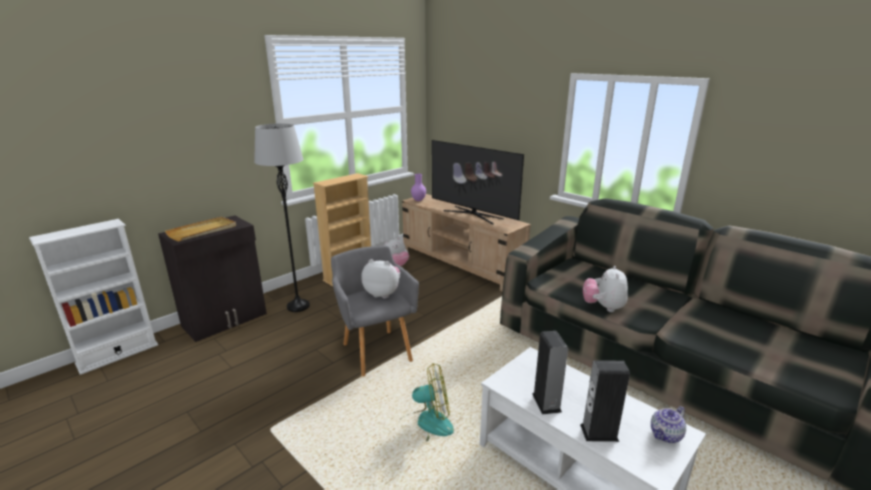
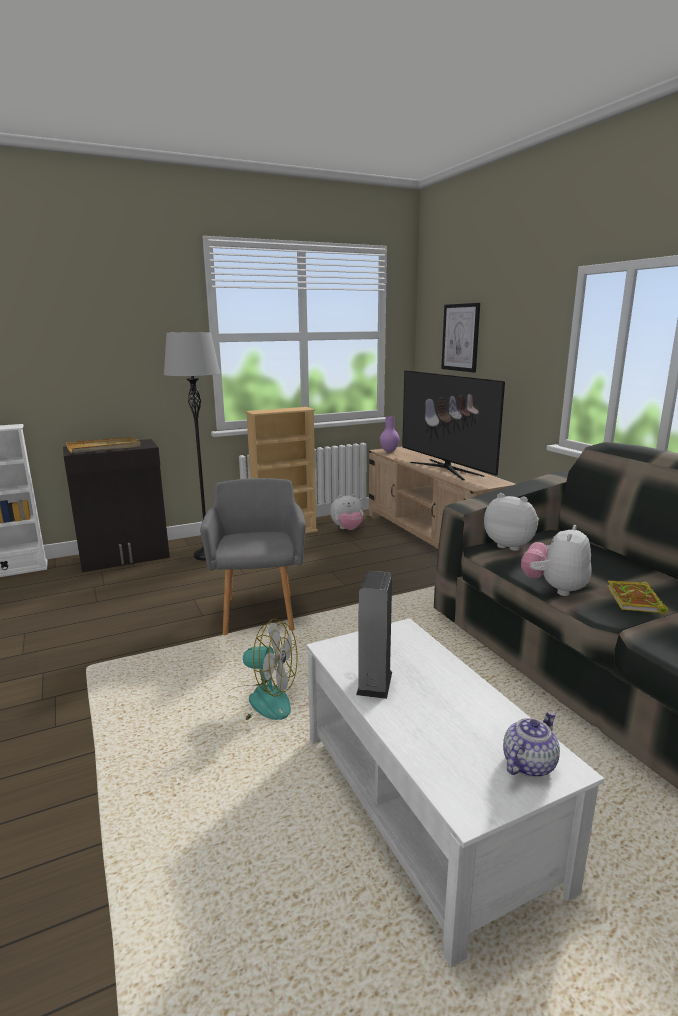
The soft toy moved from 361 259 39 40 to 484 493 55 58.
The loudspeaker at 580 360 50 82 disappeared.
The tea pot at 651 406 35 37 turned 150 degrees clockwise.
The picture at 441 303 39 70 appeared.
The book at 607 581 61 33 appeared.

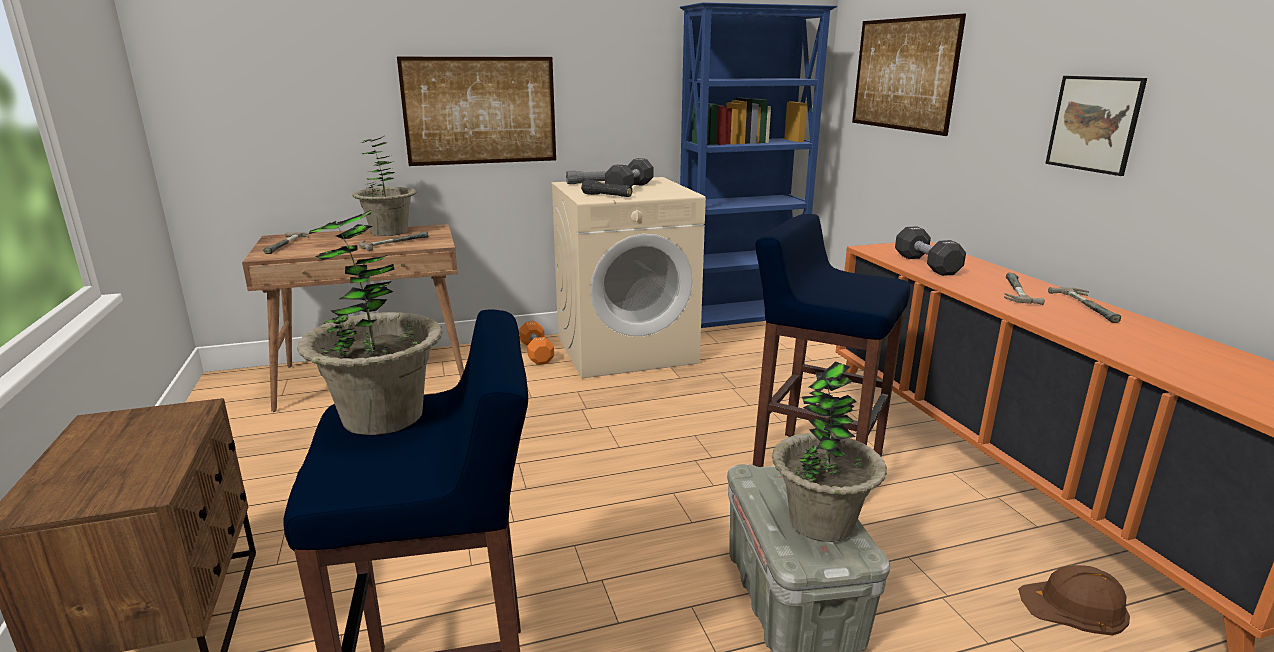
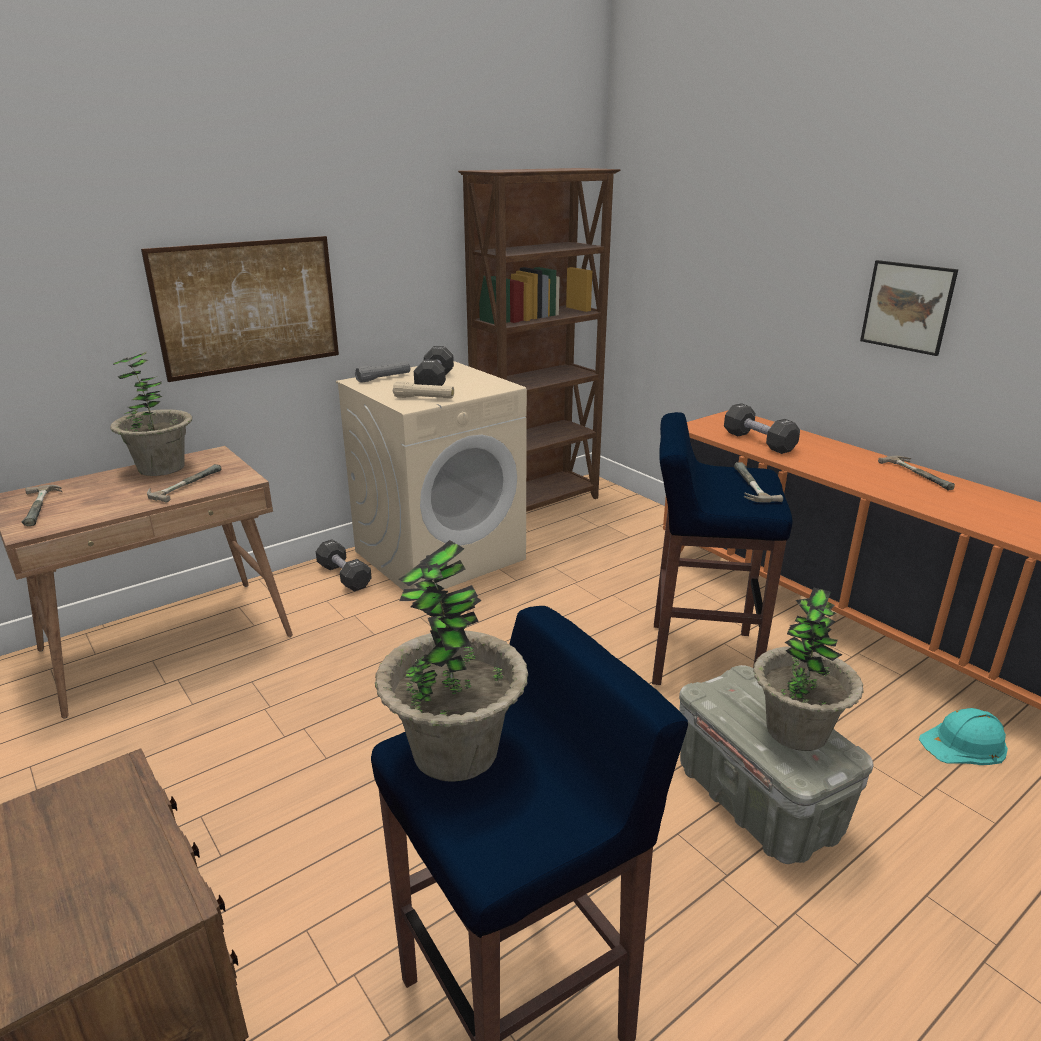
The bookshelf (blue) at 680 2 157 326 became the bookshelf (brown-coloured) at 458 168 162 344.
The picture at 852 13 114 123 disappeared.
The flashlight (blackish) at 581 180 51 17 became the flashlight (beige) at 393 381 61 18.
The hammer moved from 1004 273 41 32 to 734 462 49 40.
The free weight (orange) at 519 321 35 44 became the free weight (blackish) at 316 539 56 52.
The safety helmet (brown-coloured) at 1018 565 112 71 became the safety helmet (turquoise) at 919 708 89 57.

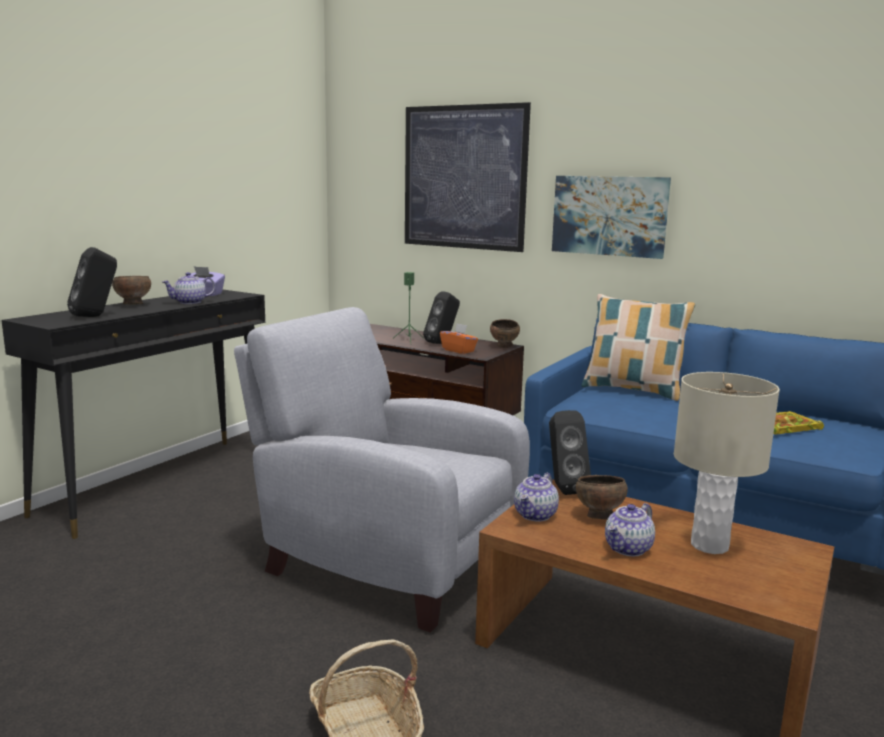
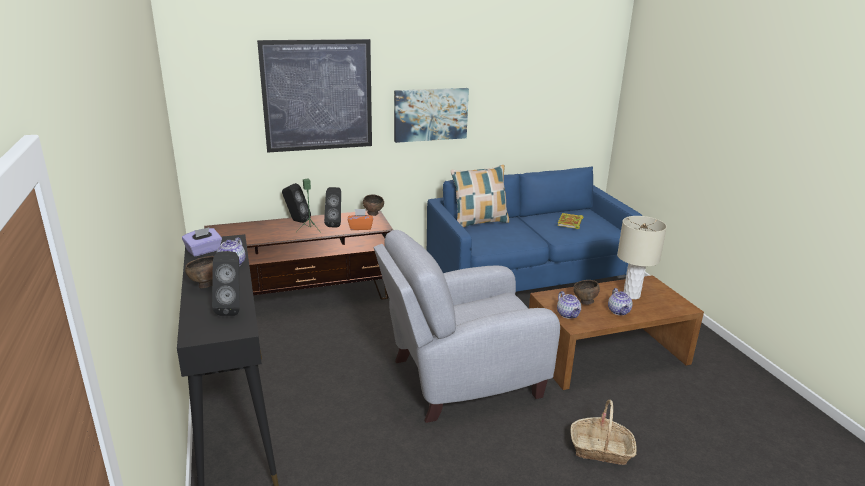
The loudspeaker (blackish) moved from 549 410 42 85 to 282 183 29 40.

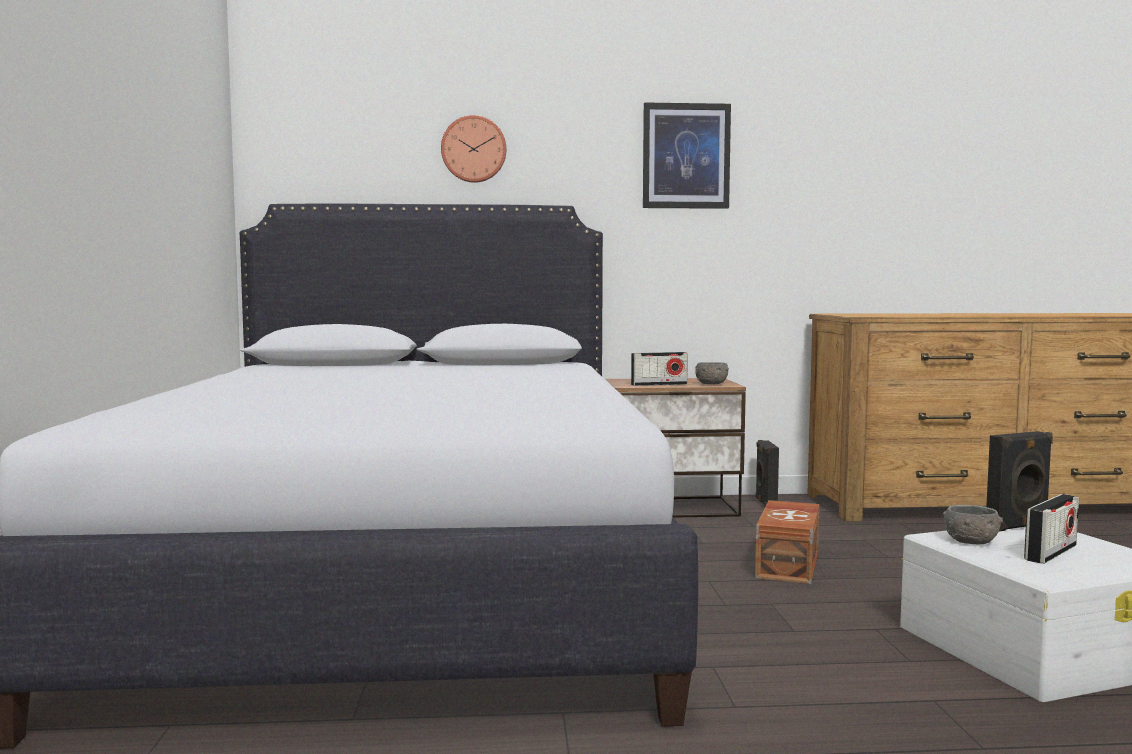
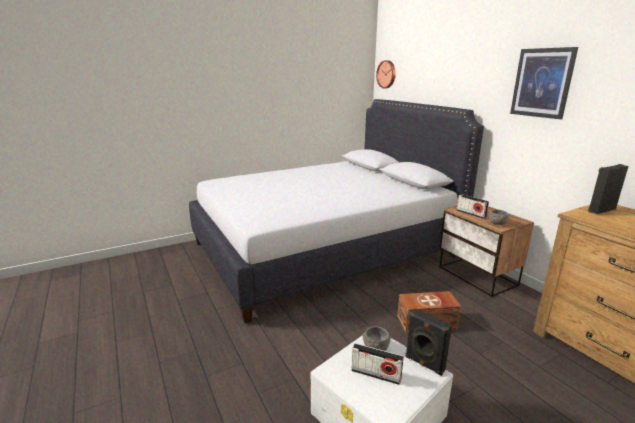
The hanging clock moved from 441 115 65 68 to 376 60 20 28.
The loudspeaker (blackish) moved from 755 440 24 67 to 588 164 40 50.

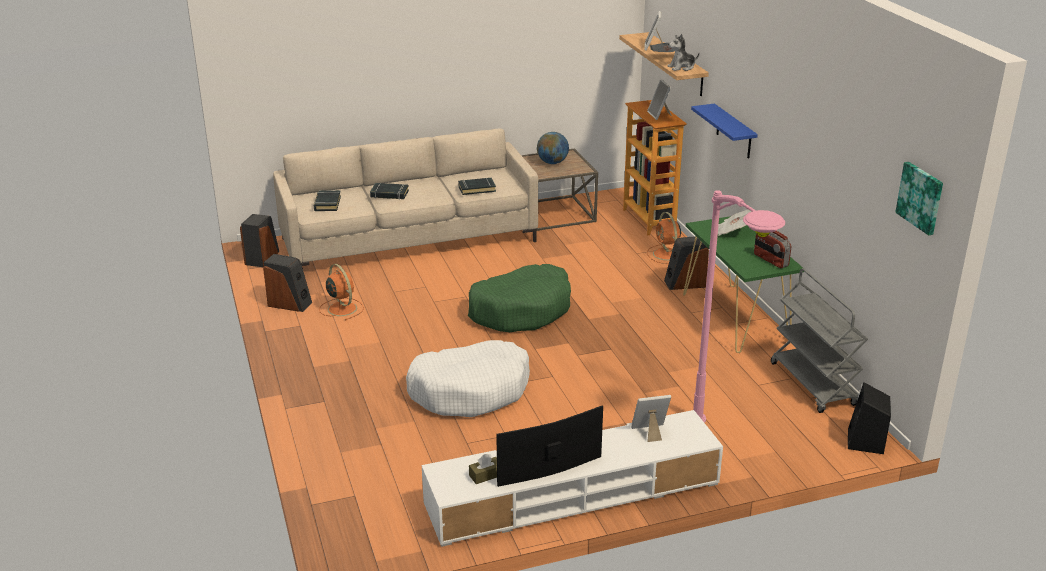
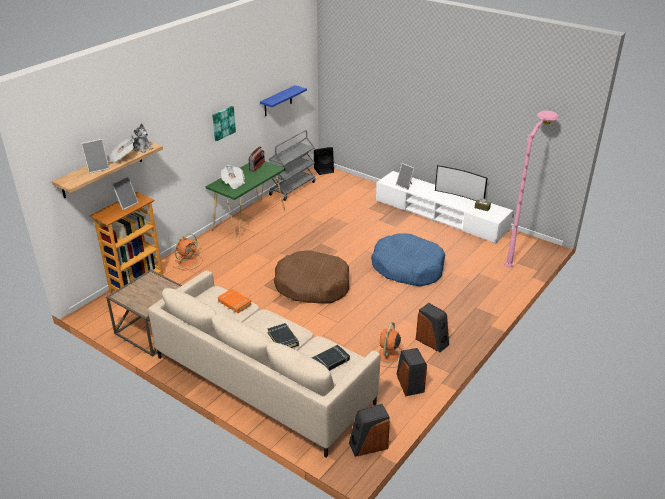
The bracket shelf (blue) moved from 691 104 67 55 to 260 85 47 31.
The desk globe at 537 132 32 32 disappeared.
The picture moved from 895 162 48 73 to 212 106 24 35.
The book (blackish) at 458 178 38 17 became the book (orange) at 218 289 34 24.
The standard lamp (pinkish) moved from 693 190 92 233 to 504 111 55 156.
The loudspeaker moved from 664 236 45 54 to 416 303 33 49.
The pet bed (green) at 468 264 103 68 became the pet bed (brown-coloured) at 274 250 75 54.
The pet bed (white) at 406 340 124 77 became the pet bed (blue) at 371 233 74 54.

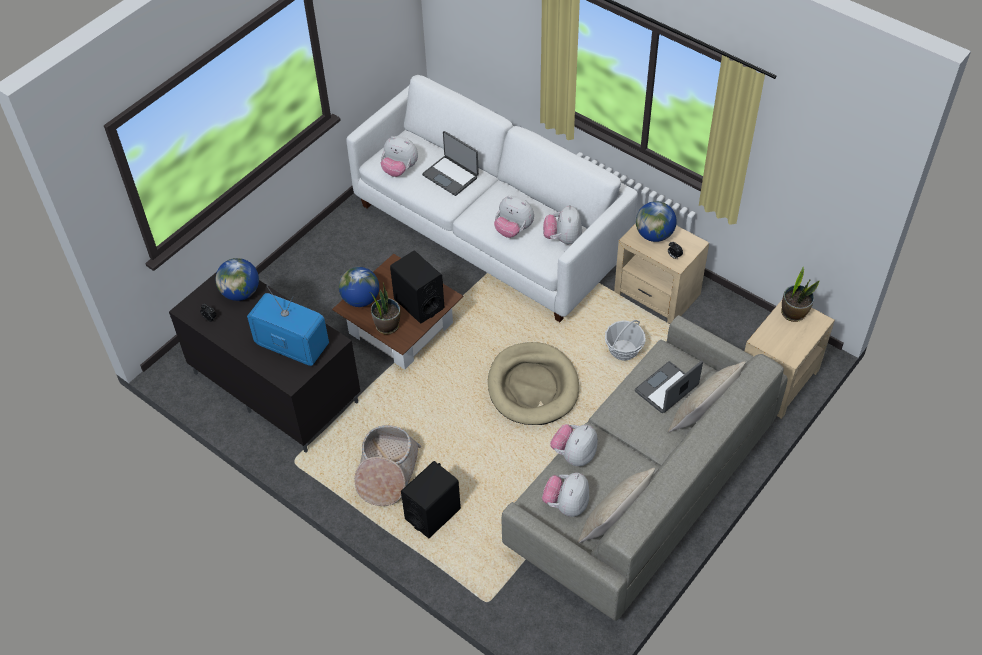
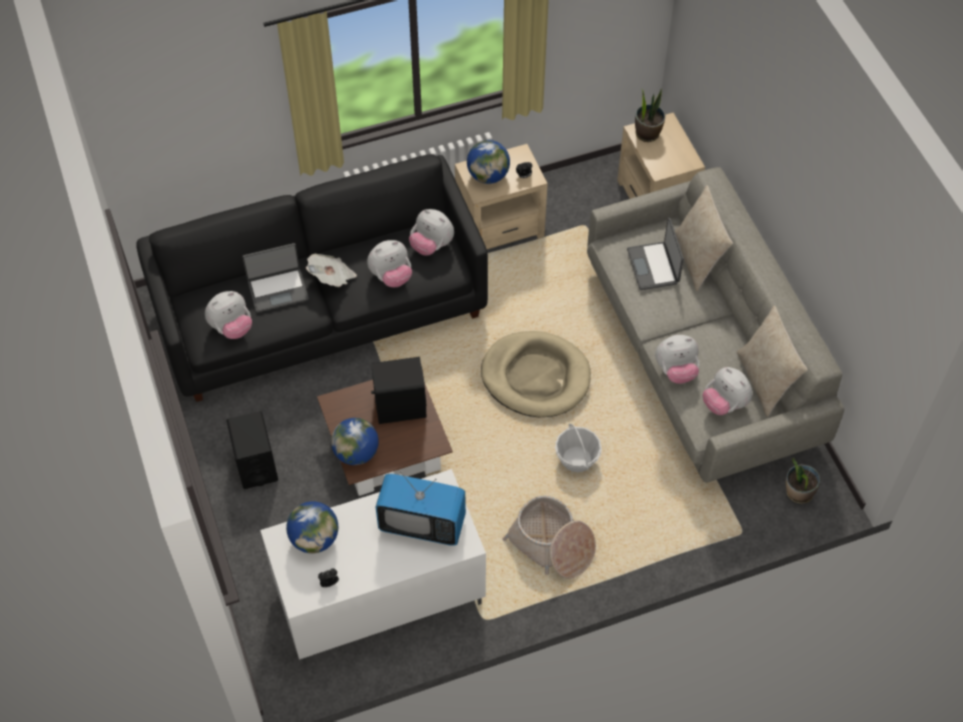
The couch (white) at 347 75 291 247 became the couch (blackish) at 136 154 352 248.
The tv stand (blackish) at 169 272 191 181 became the tv stand (white) at 260 469 226 195.
The houseplant moved from 370 283 30 51 to 786 458 34 46.
The television at 247 286 82 80 turned 135 degrees counterclockwise.
The basket moved from 605 320 41 41 to 555 423 47 49.
The soft toy at 550 424 48 42 turned 75 degrees counterclockwise.
The loudspeaker (blackish) moved from 401 461 60 77 to 226 411 52 78.
The printed paper at 306 254 51 33 appeared.

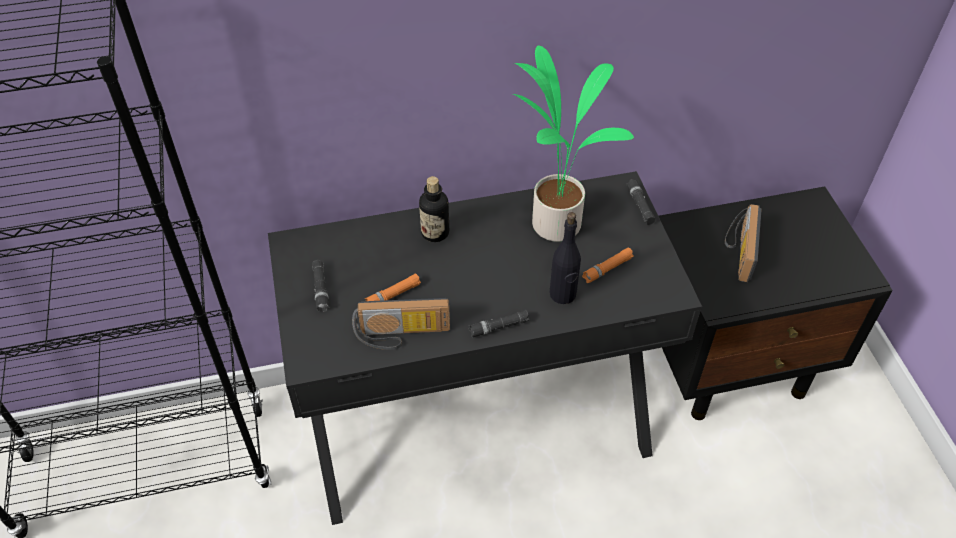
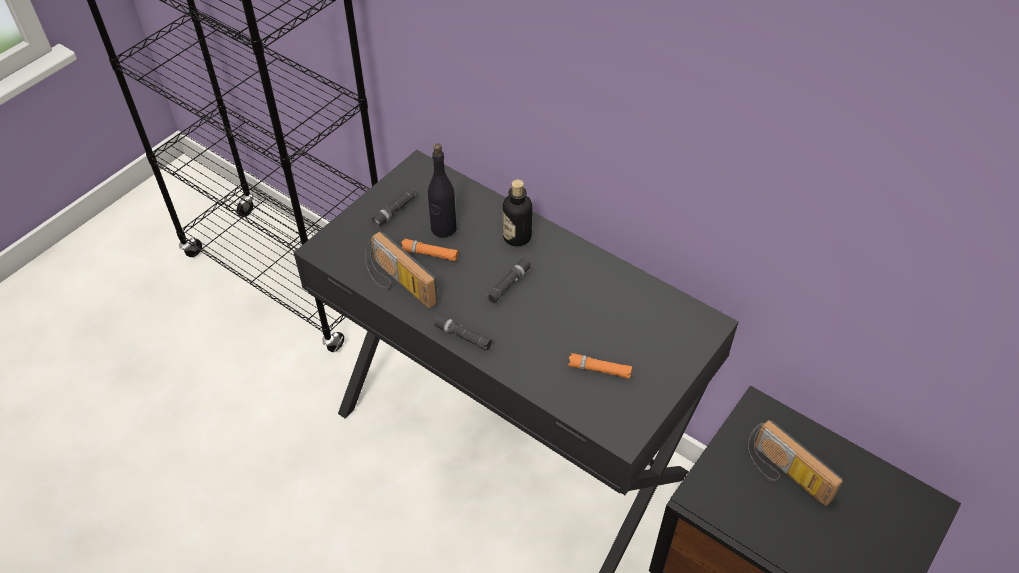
The houseplant at 513 45 121 197 disappeared.
The flashlight (blackish) moved from 627 179 28 46 to 487 258 44 45.
The radio at 725 204 37 78 turned 105 degrees counterclockwise.
The beverage bottle (blackish) moved from 549 212 32 92 to 428 144 29 94.

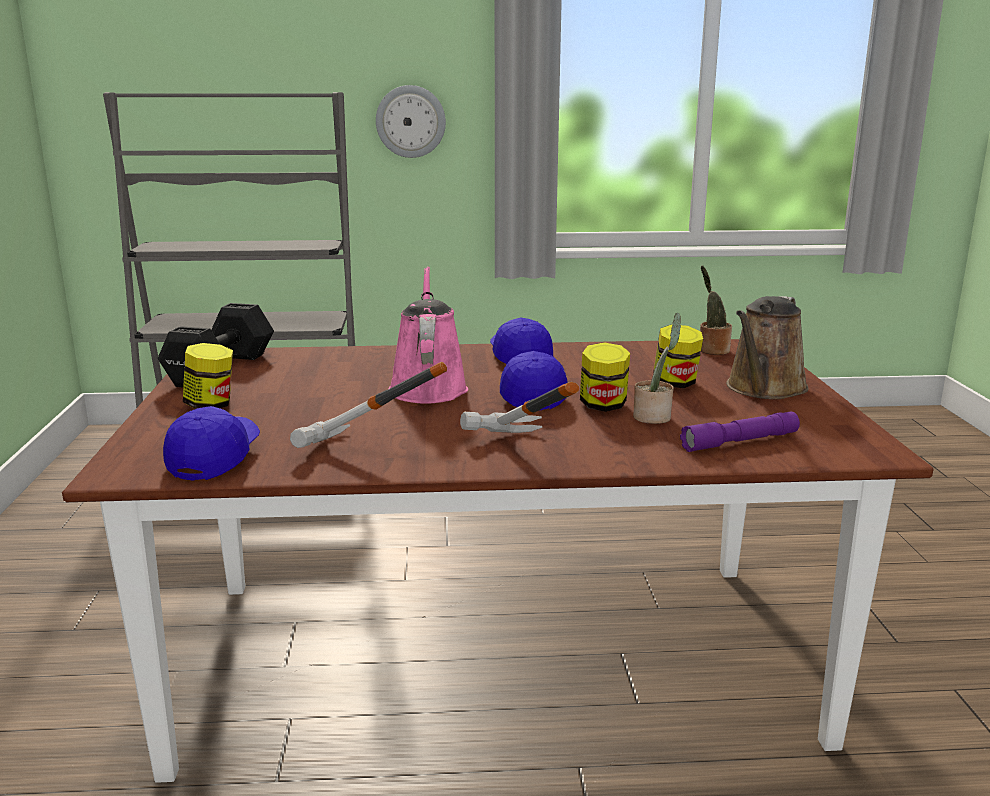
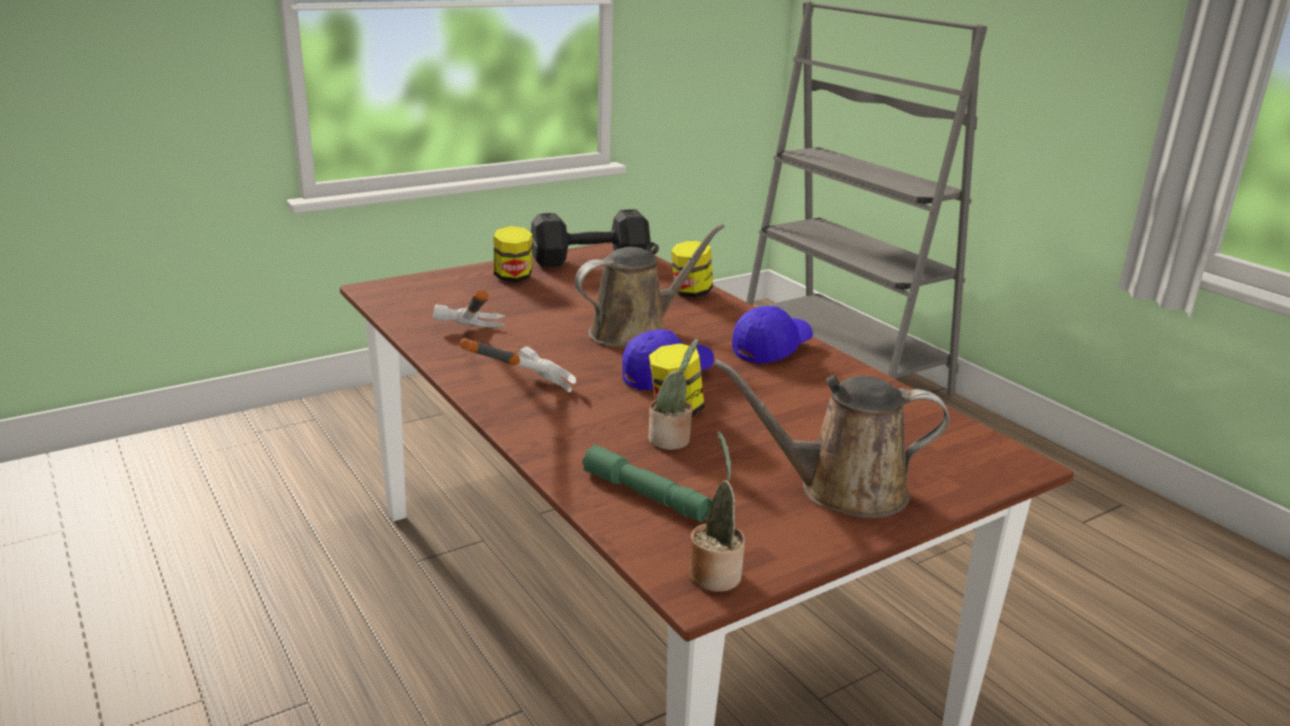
The hanging clock at 376 85 70 73 disappeared.
The watering can (pinkish) at 389 266 79 138 became the watering can (brown-coloured) at 575 224 150 124.
The houseplant moved from 700 266 32 89 to 689 431 56 161.
The storage jar moved from 653 324 50 64 to 671 241 42 57.
The baseball cap (blue) at 163 406 97 74 disappeared.
The flashlight (purple-coloured) at 680 412 120 40 became the flashlight (green) at 582 445 130 77.

